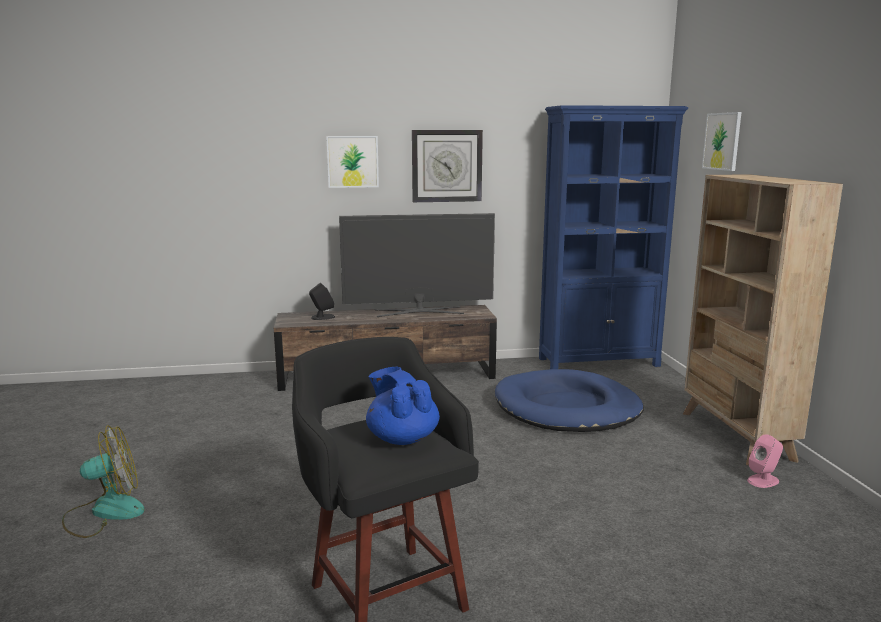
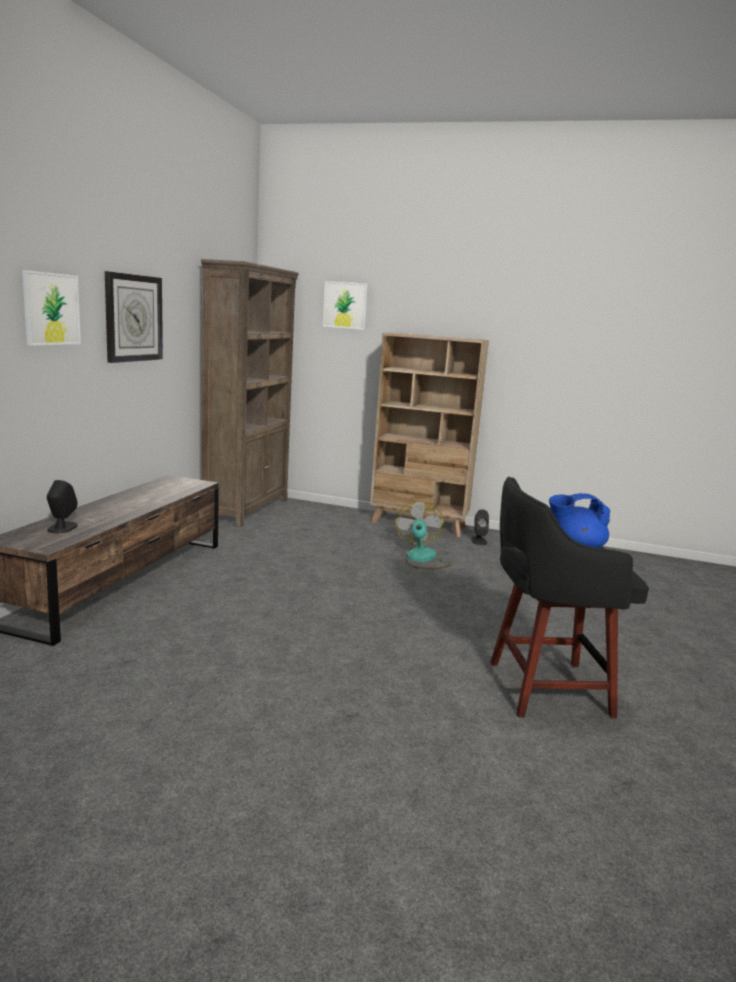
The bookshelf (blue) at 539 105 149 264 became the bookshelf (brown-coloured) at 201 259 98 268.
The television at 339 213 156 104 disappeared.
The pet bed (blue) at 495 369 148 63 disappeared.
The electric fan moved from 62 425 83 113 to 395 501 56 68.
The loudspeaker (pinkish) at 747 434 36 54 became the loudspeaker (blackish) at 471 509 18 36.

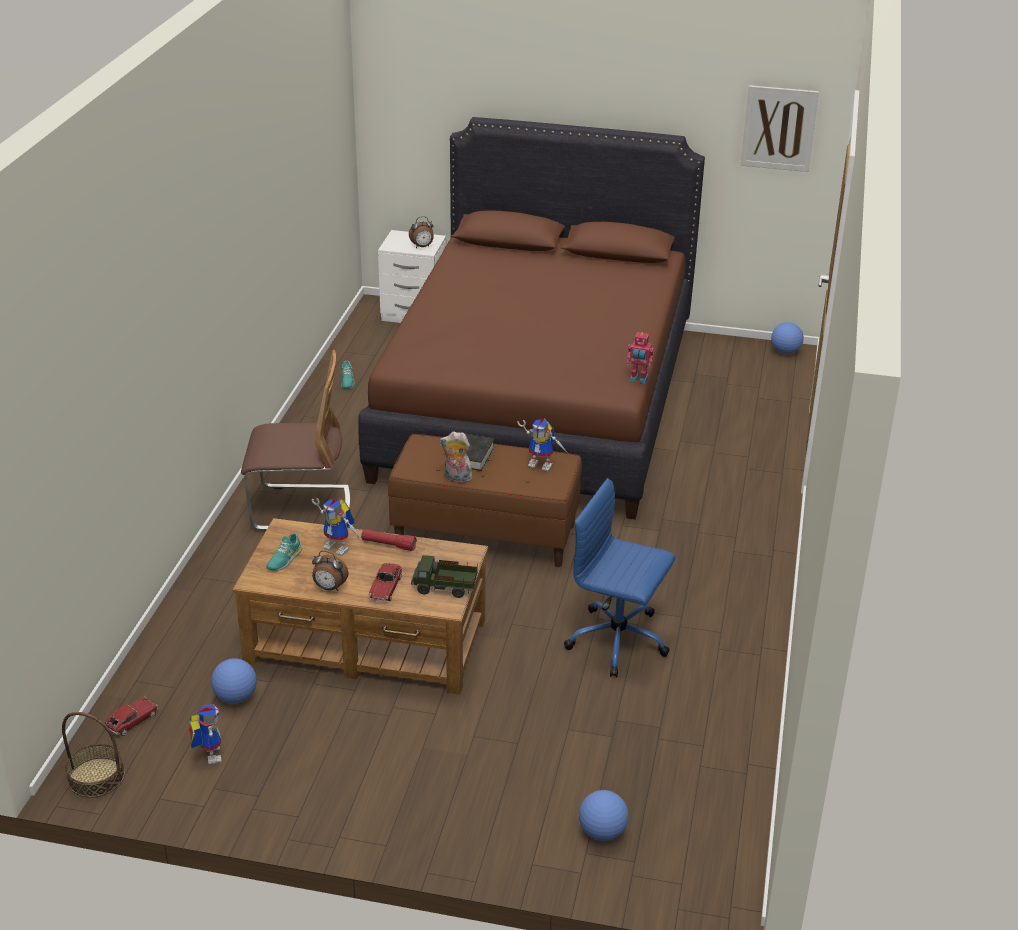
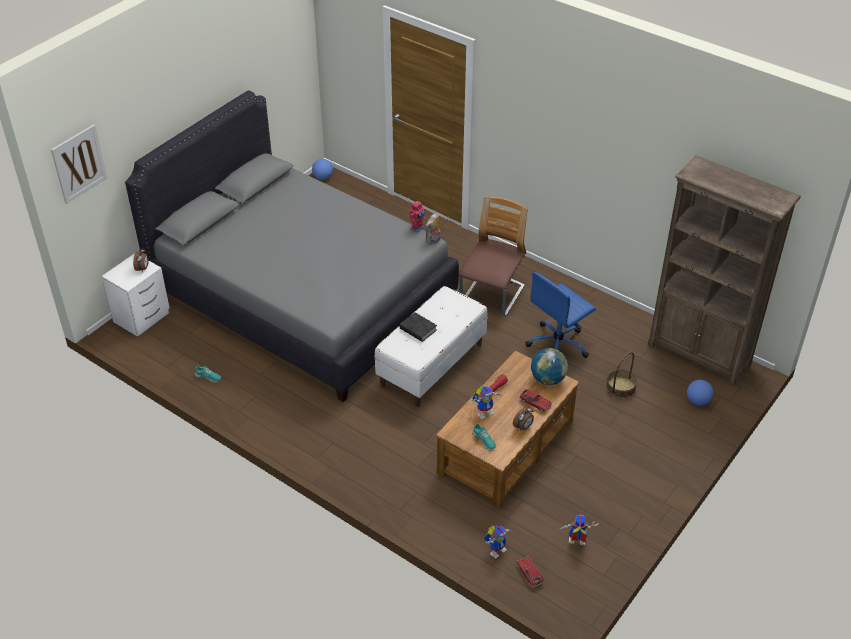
The picture moved from 740 85 79 87 to 51 124 56 80.
The bedroom bed (brown-coloured) at 358 117 347 403 became the bedroom bed (greyish) at 125 90 334 312.
The upright chair moved from 241 350 109 181 to 459 197 69 119.
The toy robot moved from 517 419 50 52 to 484 525 29 34.
The soft toy moved from 440 431 34 52 to 426 213 15 32.
The bench (brown-coloured) at 388 434 194 133 became the bench (white) at 375 286 112 121.
The model truck at 411 555 66 43 was replaced by the desk globe at 531 348 37 37.
The football ball at 211 658 46 46 disappeared.
The basket moved from 62 712 63 86 to 606 352 31 46.
The bookshelf (brown-coloured) at 648 155 153 232 appeared.

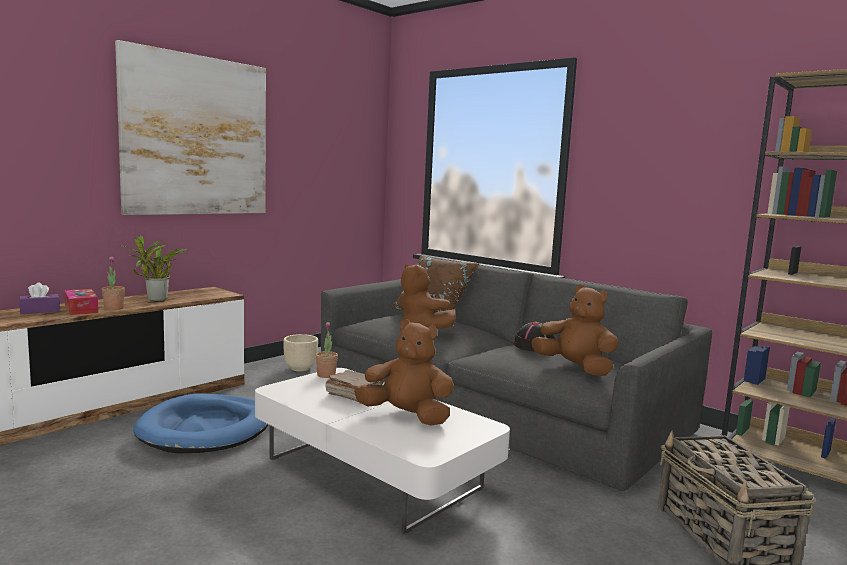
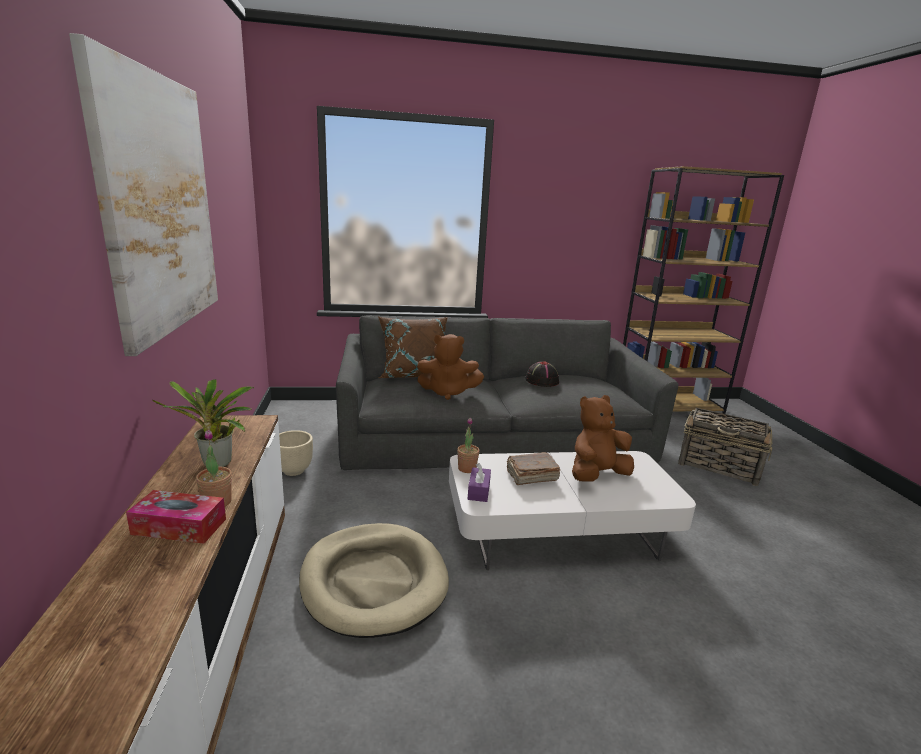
The tissue box (purple-coloured) moved from 19 282 41 32 to 468 463 23 39.
The soft toy (brown-coloured) at 531 284 87 92 disappeared.
The pet bed (blue) at 133 393 136 61 became the pet bed (beige) at 299 523 150 115.

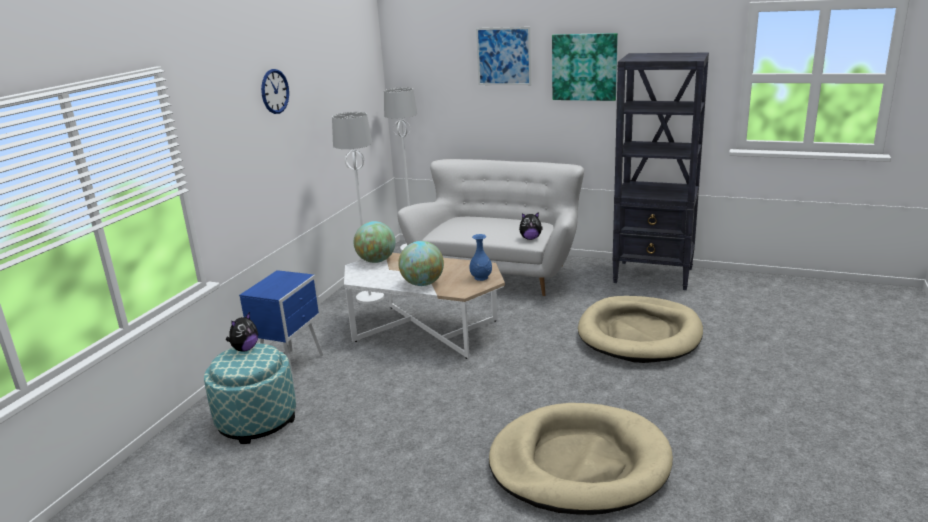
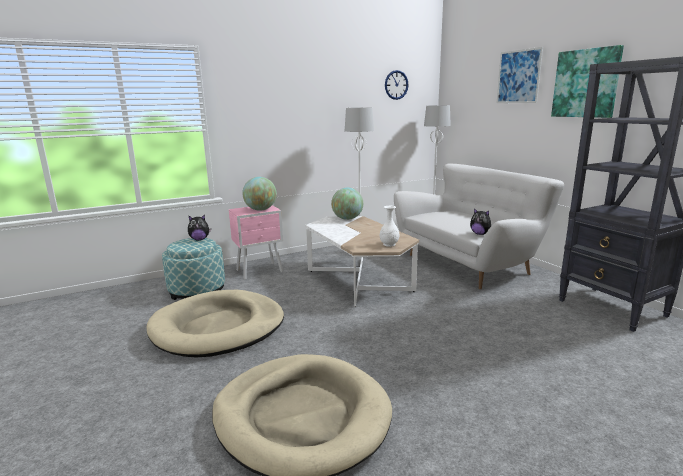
The hanging clock moved from 261 69 28 45 to 385 70 23 30.
The flower vase (blue) at 469 234 23 47 became the flower vase (white) at 380 206 19 41.
The desk globe moved from 398 241 46 45 to 242 177 35 34.
The nightstand (blue) at 239 270 84 113 became the nightstand (pinkish) at 229 205 54 75.
The pet bed (beige) moved from 578 296 125 67 to 146 290 138 67.

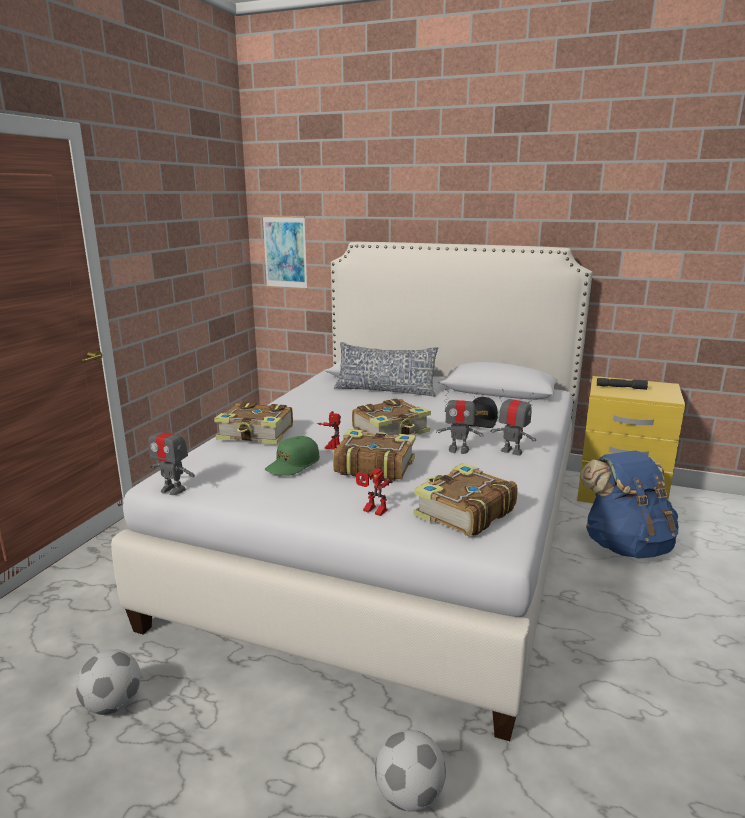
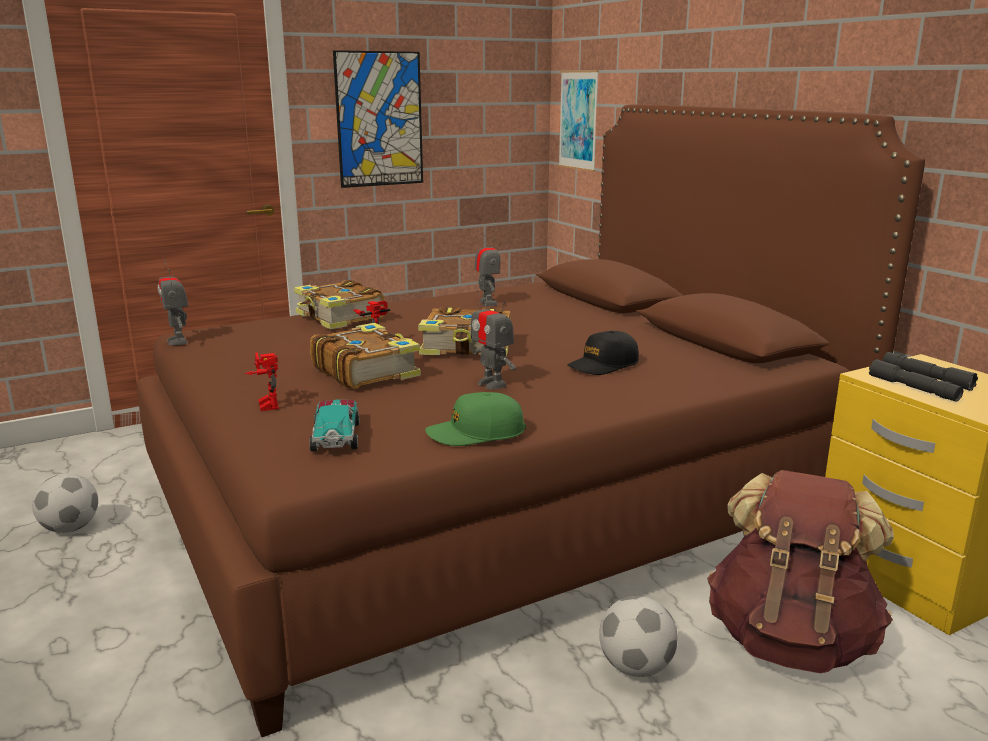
The bedroom bed (white) at 111 242 482 499 became the bedroom bed (brown-coloured) at 137 104 788 633.
The pillow at 334 342 104 54 disappeared.
The toy robot moved from 490 389 46 67 to 474 235 27 71.
The baseball cap (green) moved from 265 436 55 40 to 425 392 101 54.
The knapsack (blue) at 580 450 99 109 became the knapsack (brown-coloured) at 707 470 187 203.
The book at 414 463 104 73 was replaced by the miniature car at 309 400 50 51.
The football ball moved from 375 730 71 82 to 599 596 79 81.
The picture at 333 50 90 138 appeared.
The flashlight (greyish) at 869 359 94 43 appeared.

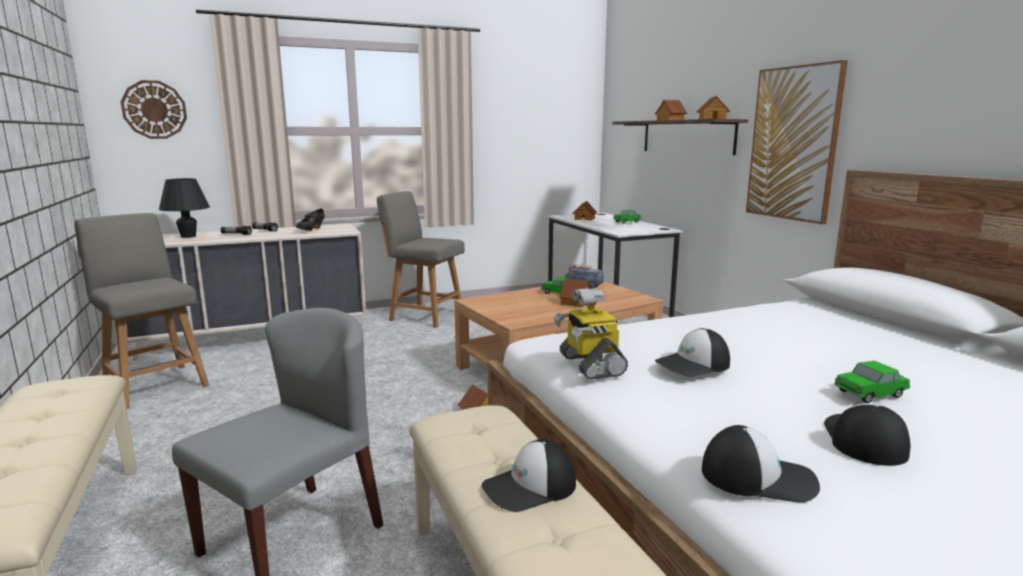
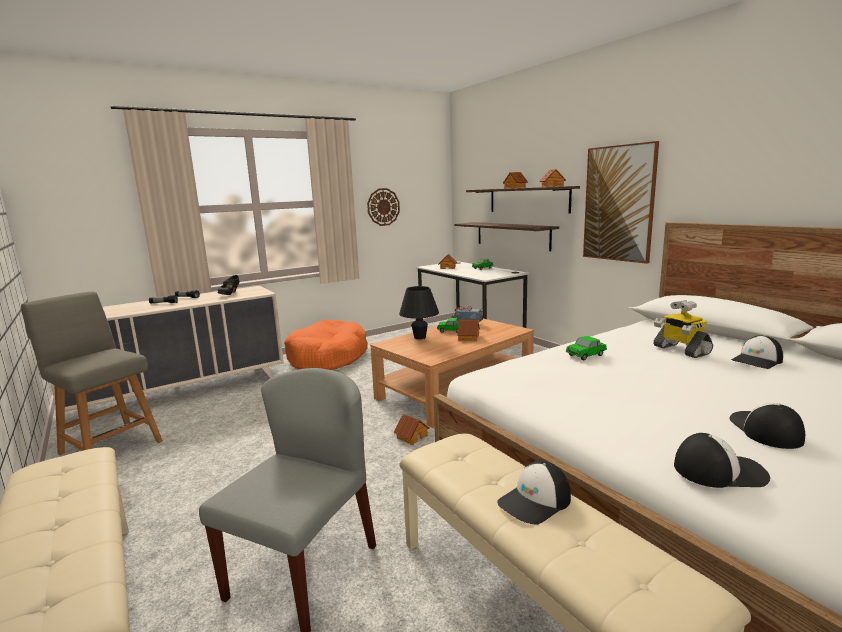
The hanging clock moved from 121 80 66 59 to 367 188 33 38.
The table lamp (blackish) moved from 159 178 51 60 to 399 286 40 53.
The upright chair (greyish) at 377 191 88 137 was replaced by the pet bed (orange) at 284 319 84 51.
The toy robot moved from 554 288 74 92 to 653 300 60 58.
The baseball cap moved from 655 328 75 49 to 731 335 52 34.
The miniature car moved from 834 361 76 42 to 566 336 41 24.
The bracket shelf at 454 222 105 29 appeared.

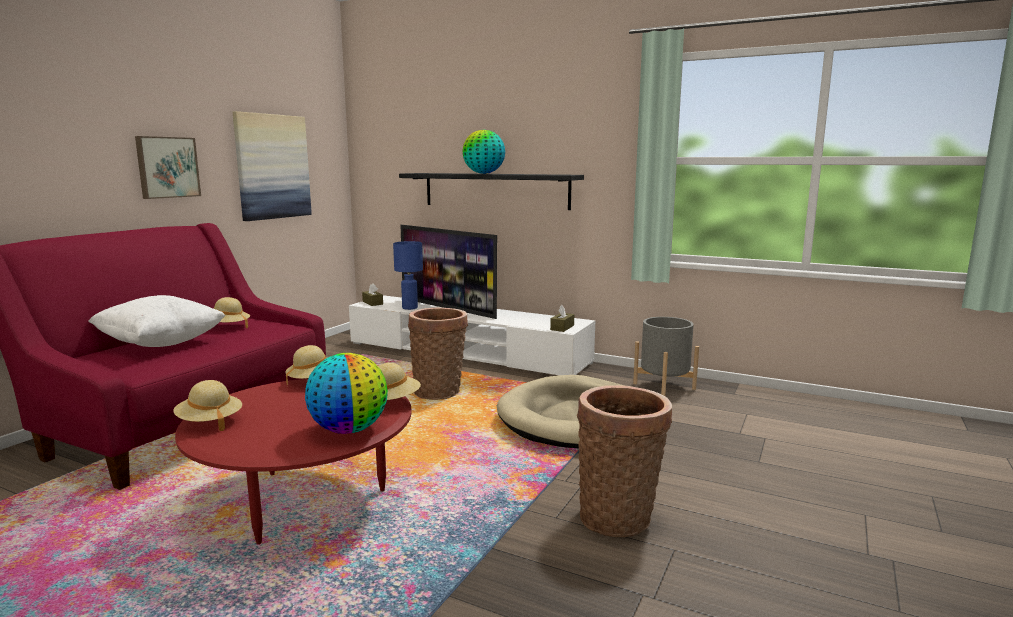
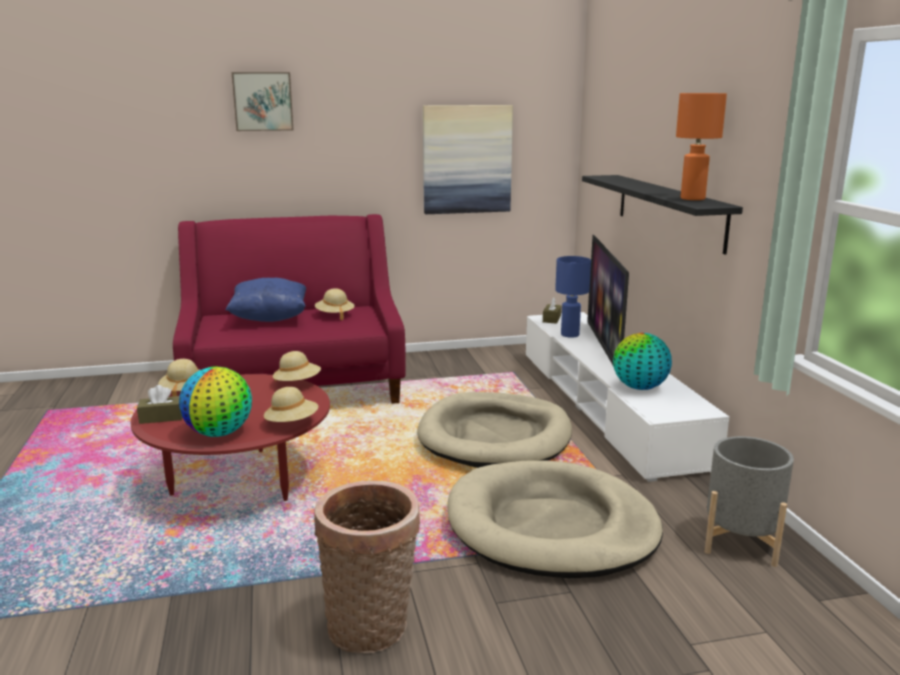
The desk globe moved from 463 130 42 44 to 613 333 59 57.
The picture moved from 135 136 66 63 to 232 72 61 59.
The pillow (white) at 88 295 138 52 became the pillow (blue) at 225 278 81 44.
The tissue box (brown-coloured) moved from 550 305 24 27 to 137 385 45 39.
The basket at 408 308 60 92 was replaced by the pet bed (beige) at 417 392 155 76.
The table lamp (orange) at 676 93 51 107 appeared.

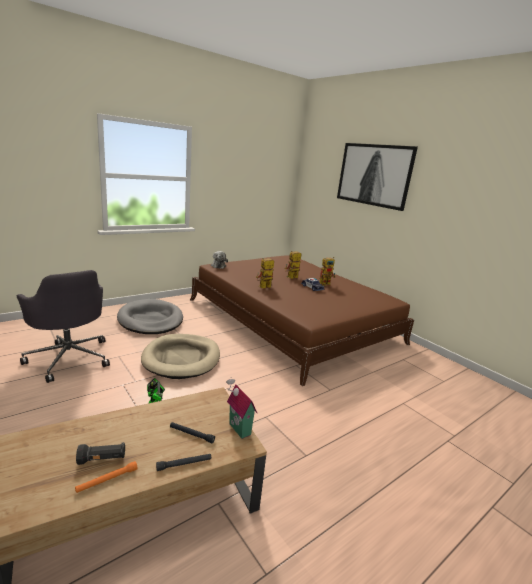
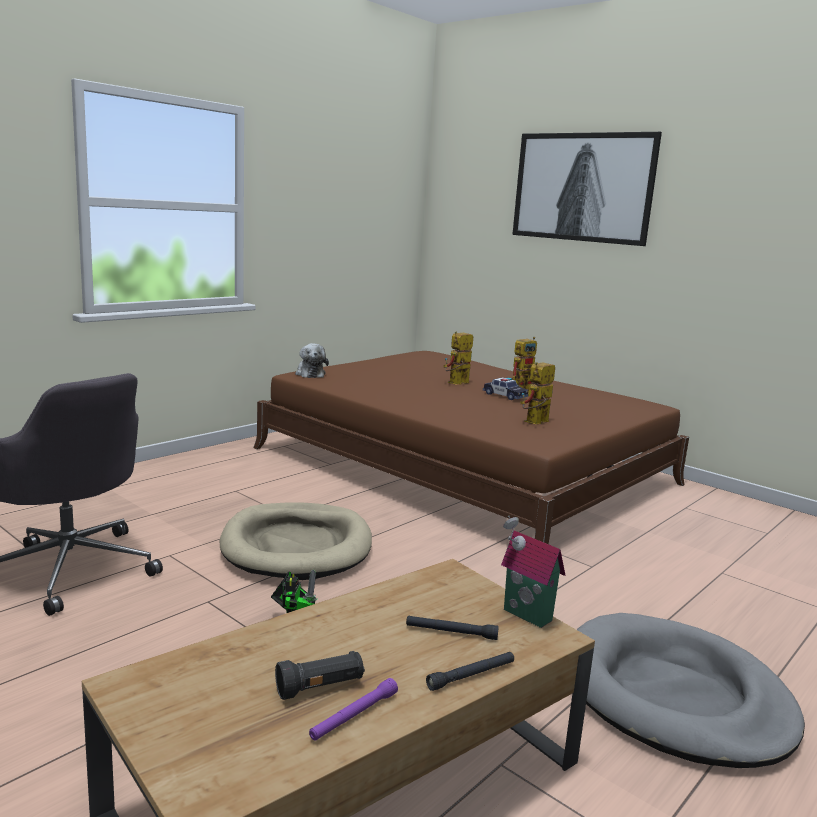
The toy robot moved from 256 258 18 30 to 520 362 35 62.
The pet bed (greyish) moved from 117 299 66 35 to 577 613 228 155.
The flashlight (orange) at 75 461 63 32 became the flashlight (purple-coloured) at 309 678 89 63.

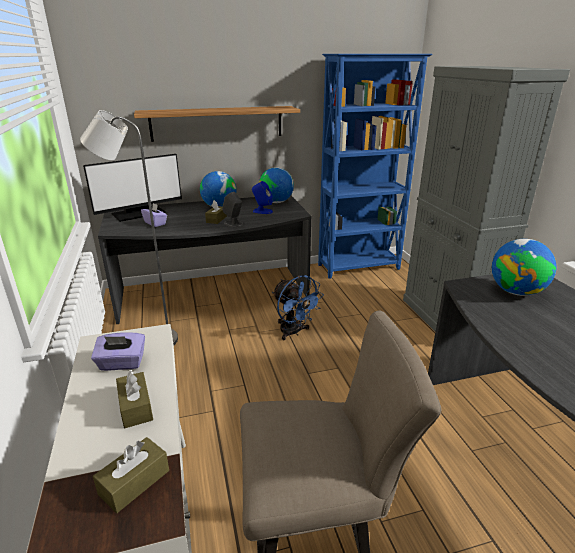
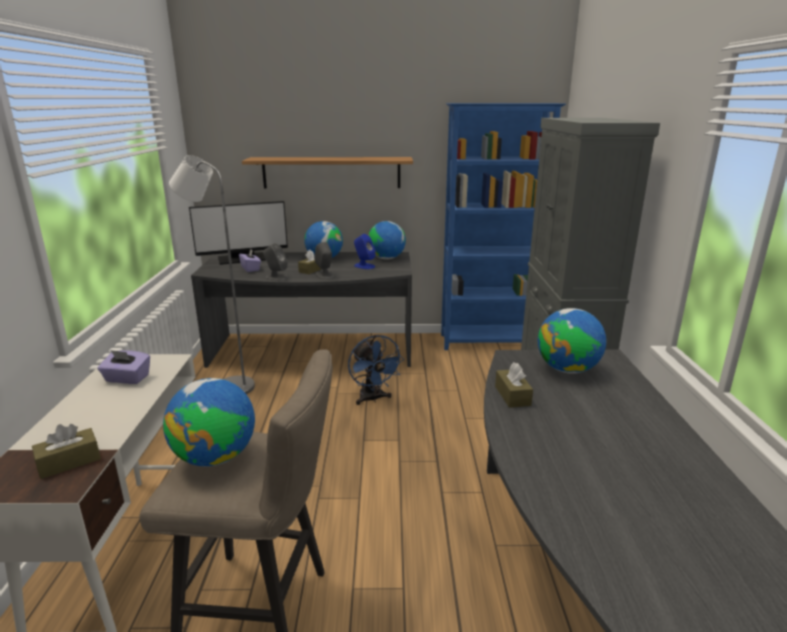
The tissue box (brown-coloured) moved from 116 370 37 58 to 495 362 38 46.
The loudspeaker (greyish) at 263 243 25 38 appeared.
The desk globe at 163 378 92 89 appeared.

